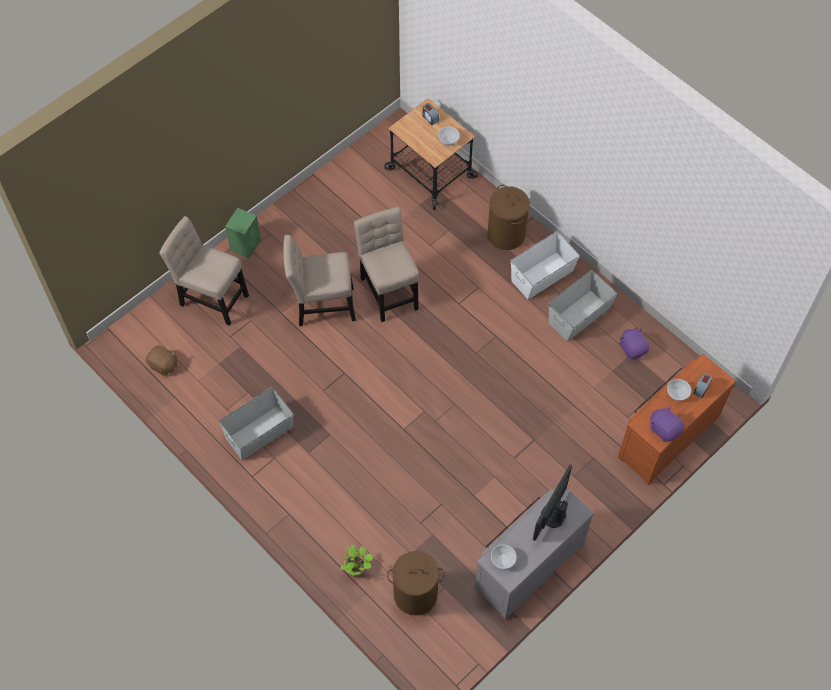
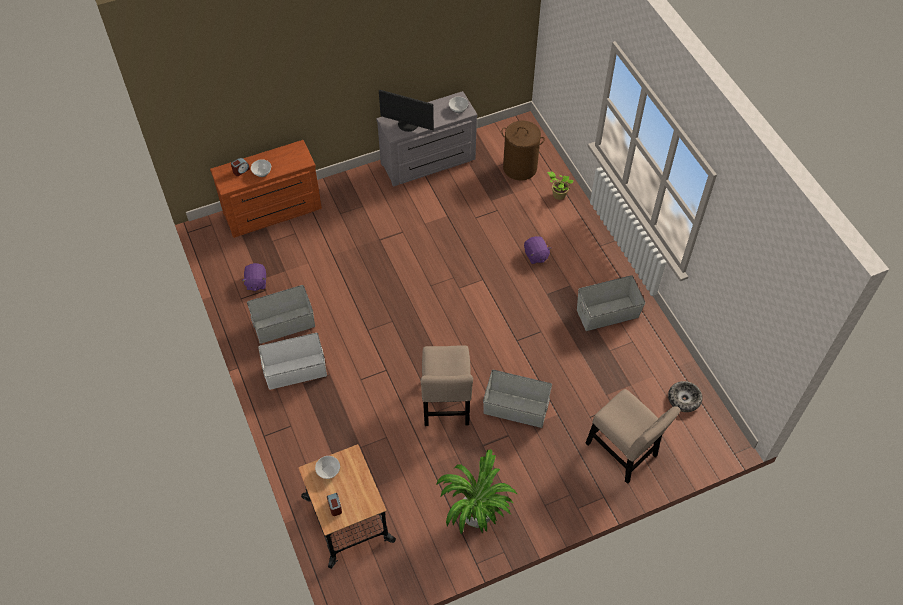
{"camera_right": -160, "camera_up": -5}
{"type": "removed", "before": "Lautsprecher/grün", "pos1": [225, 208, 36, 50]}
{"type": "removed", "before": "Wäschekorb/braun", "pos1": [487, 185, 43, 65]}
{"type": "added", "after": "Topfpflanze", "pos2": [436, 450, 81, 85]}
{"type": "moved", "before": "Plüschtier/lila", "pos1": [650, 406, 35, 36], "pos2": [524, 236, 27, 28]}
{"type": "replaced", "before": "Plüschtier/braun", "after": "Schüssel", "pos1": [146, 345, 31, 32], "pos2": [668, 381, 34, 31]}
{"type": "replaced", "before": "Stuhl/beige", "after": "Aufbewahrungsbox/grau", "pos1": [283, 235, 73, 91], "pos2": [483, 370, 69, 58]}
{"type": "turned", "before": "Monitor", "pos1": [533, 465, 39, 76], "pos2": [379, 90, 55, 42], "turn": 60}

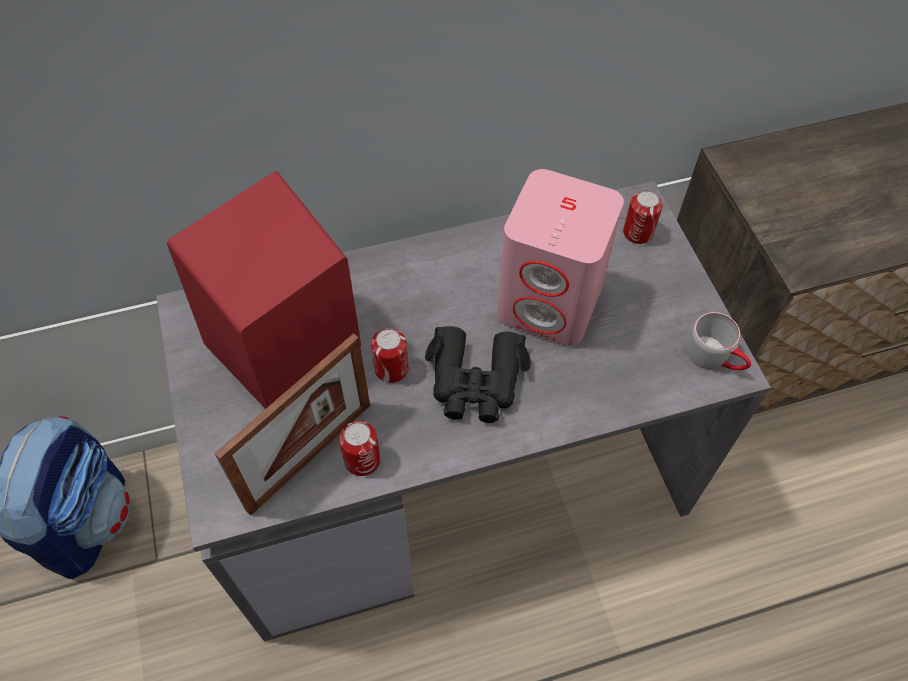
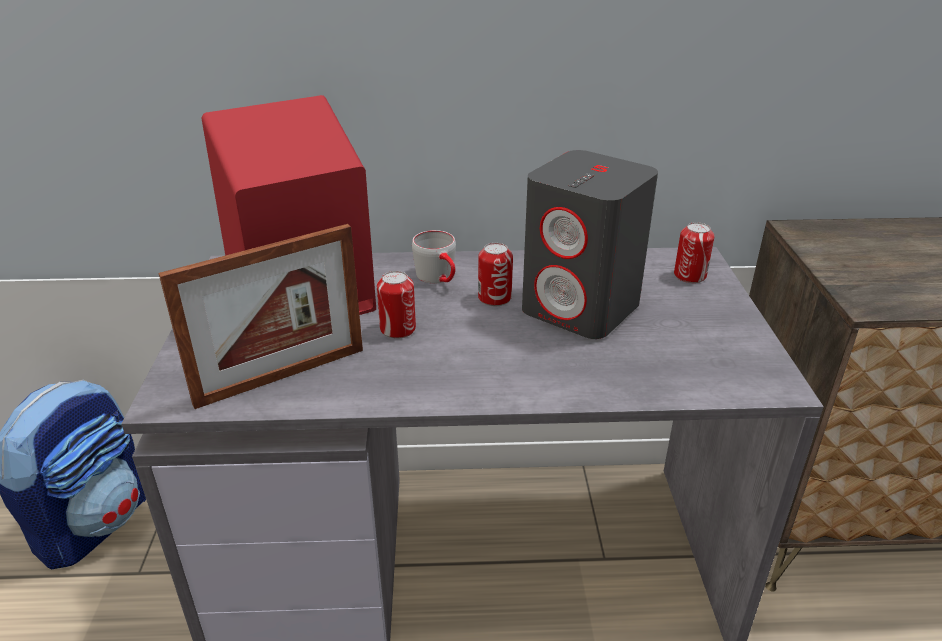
{"camera_right": 15, "camera_up": -25}
{"type": "removed", "before": "Fernglas/schwarz", "pos1": [425, 326, 106, 97]}
{"type": "moved", "before": "Dose", "pos1": [339, 421, 42, 55], "pos2": [478, 243, 35, 63]}
{"type": "moved", "before": "Henkelbecher/grau", "pos1": [688, 312, 63, 58], "pos2": [412, 230, 44, 54]}
{"type": "recoloured", "before": "Lautsprecher/rosa", "after": "Lautsprecher/grau", "pos1": [497, 169, 127, 177], "pos2": [522, 150, 136, 189]}

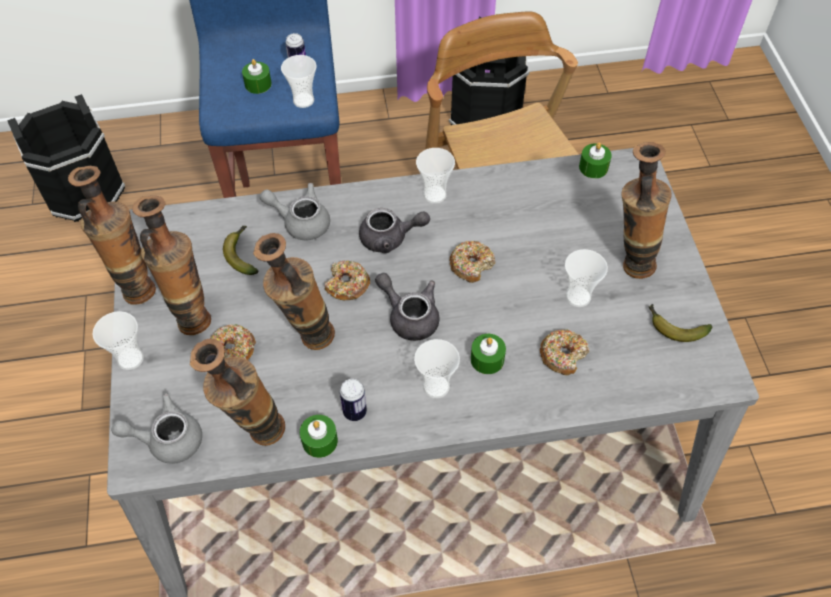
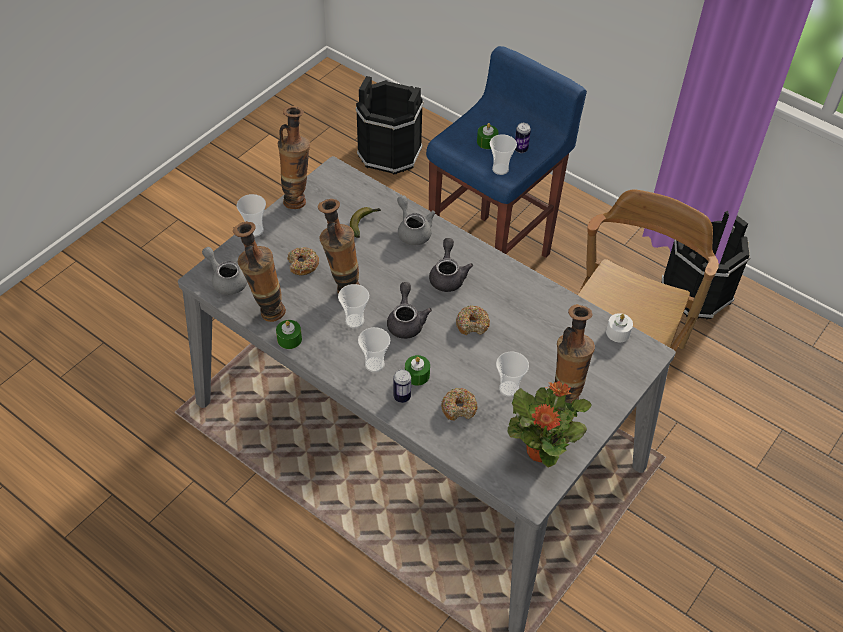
{"camera_right": 45, "camera_up": -5}
{"type": "removed", "before": "Vase", "pos1": [132, 195, 79, 140]}
{"type": "removed", "before": "Donut", "pos1": [325, 260, 45, 40]}
{"type": "moved", "before": "Dose", "pos1": [340, 379, 27, 42], "pos2": [393, 369, 18, 34]}
{"type": "moved", "before": "Tasse", "pos1": [416, 148, 39, 56], "pos2": [338, 284, 31, 44]}
{"type": "replaced", "before": "Banane", "after": "Topfpflanze", "pos1": [648, 304, 65, 38], "pos2": [508, 381, 84, 87]}
{"type": "recoloured", "before": "Kerze/grün", "after": "Kerze/weiß", "pos1": [579, 142, 33, 36], "pos2": [606, 313, 27, 29]}
{"type": "turned", "before": "Teekanne/grau", "pos1": [359, 208, 71, 45], "pos2": [429, 238, 44, 54], "turn": -135}

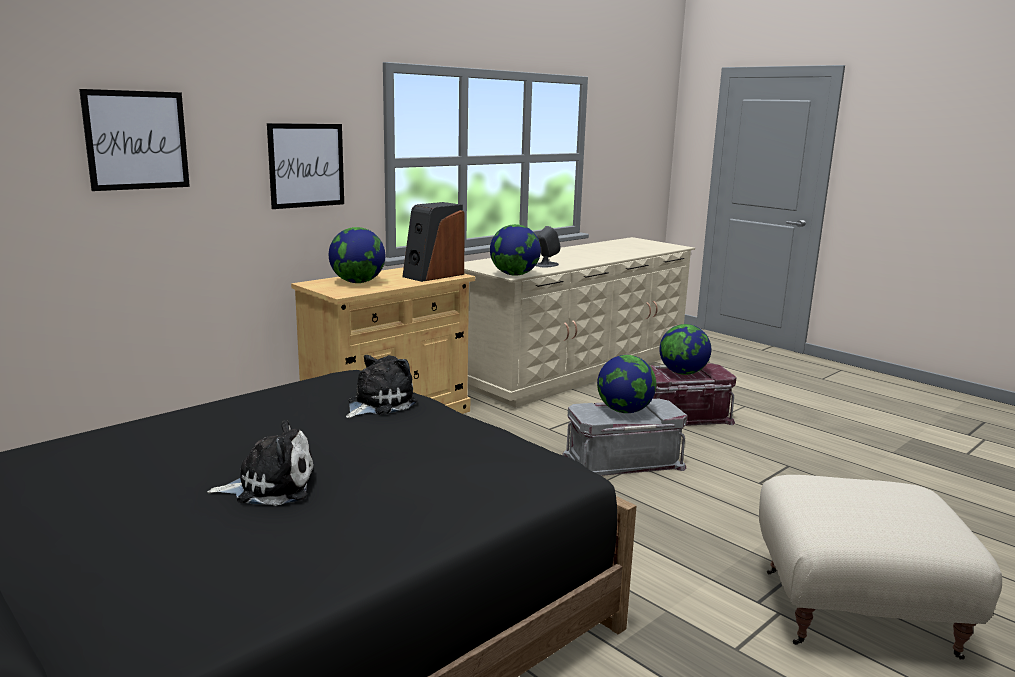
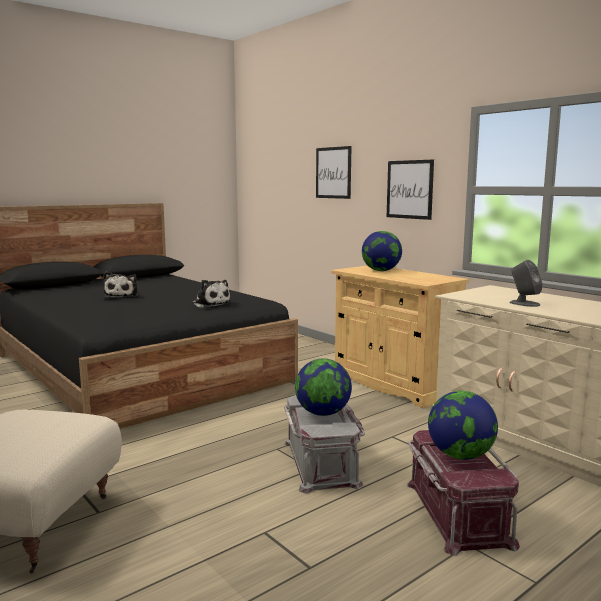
{"camera_right": 95, "camera_up": -5}
{"type": "removed", "before": "Lautsprecher", "pos1": [402, 202, 63, 80]}
{"type": "removed", "before": "Globus", "pos1": [490, 224, 51, 52]}

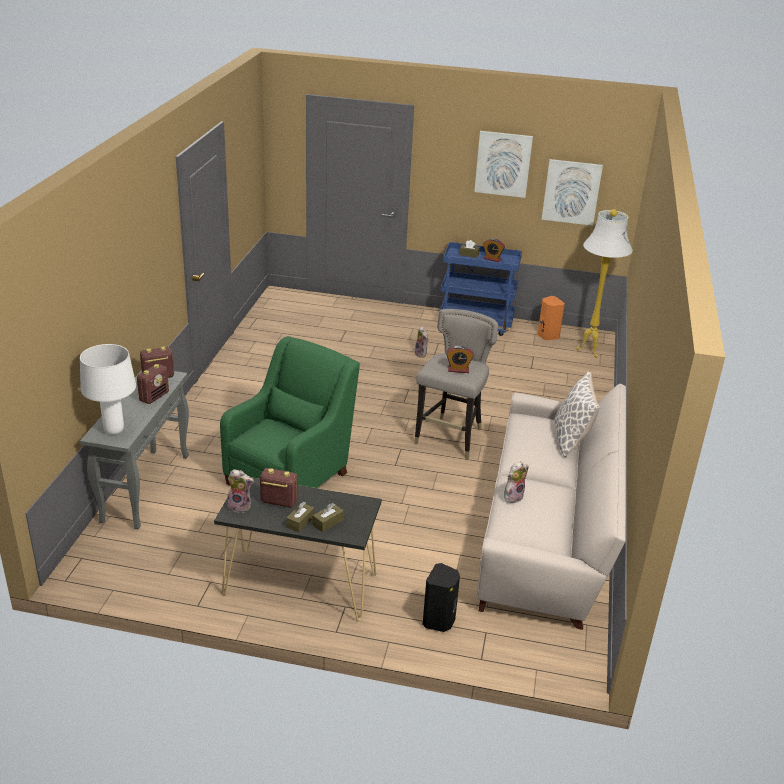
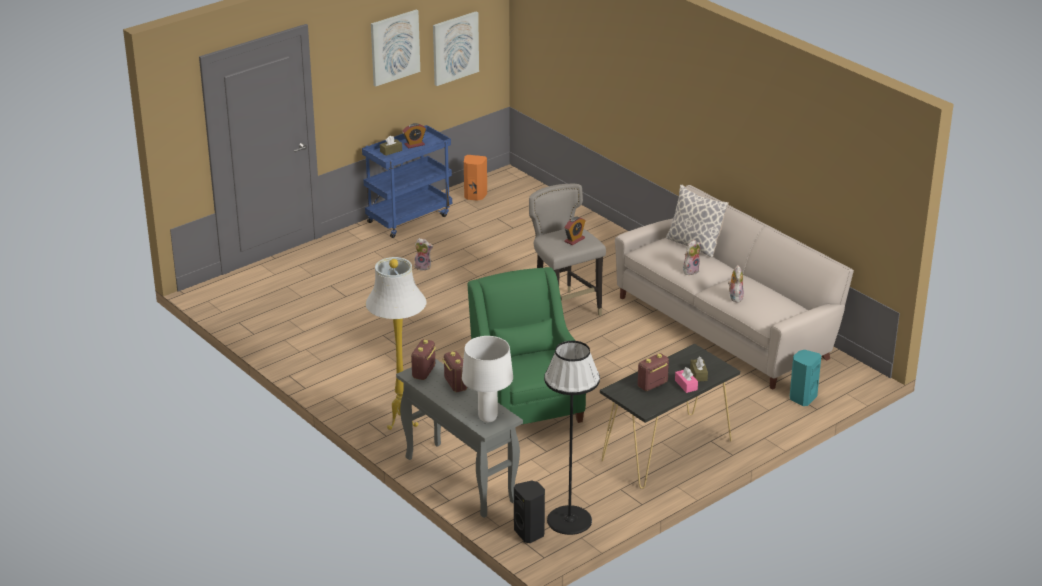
{"camera_right": -50, "camera_up": 0}
{"type": "added", "after": "Stehlampe/schwarz", "pos2": [544, 341, 56, 194]}
{"type": "added", "after": "Lautsprecher/türkis", "pos2": [790, 350, 31, 56]}
{"type": "moved", "before": "Plüschtier", "pos1": [226, 469, 28, 44], "pos2": [683, 240, 18, 35]}
{"type": "moved", "before": "Lautsprecher/schwarz", "pos1": [423, 563, 37, 69], "pos2": [514, 480, 31, 63]}
{"type": "moved", "before": "Stehlampe/weiß", "pos1": [576, 209, 57, 149], "pos2": [366, 257, 61, 173]}
{"type": "recoloured", "before": "Taschentuchbox/braun", "after": "Taschentuchbox/rosa", "pos1": [286, 502, 28, 30], "pos2": [675, 367, 23, 26]}

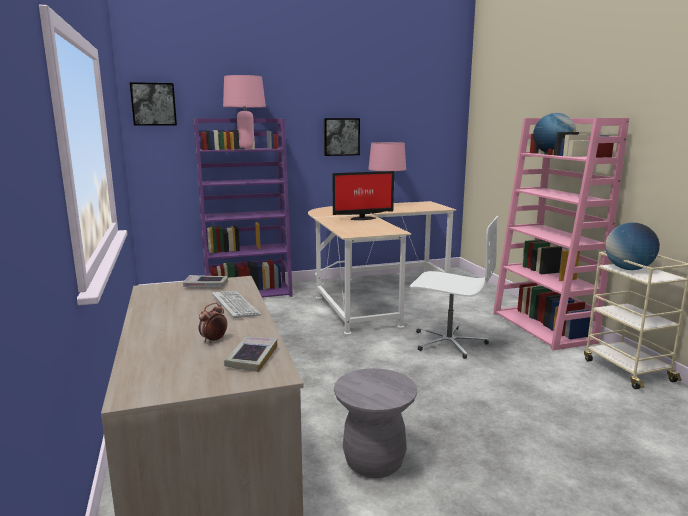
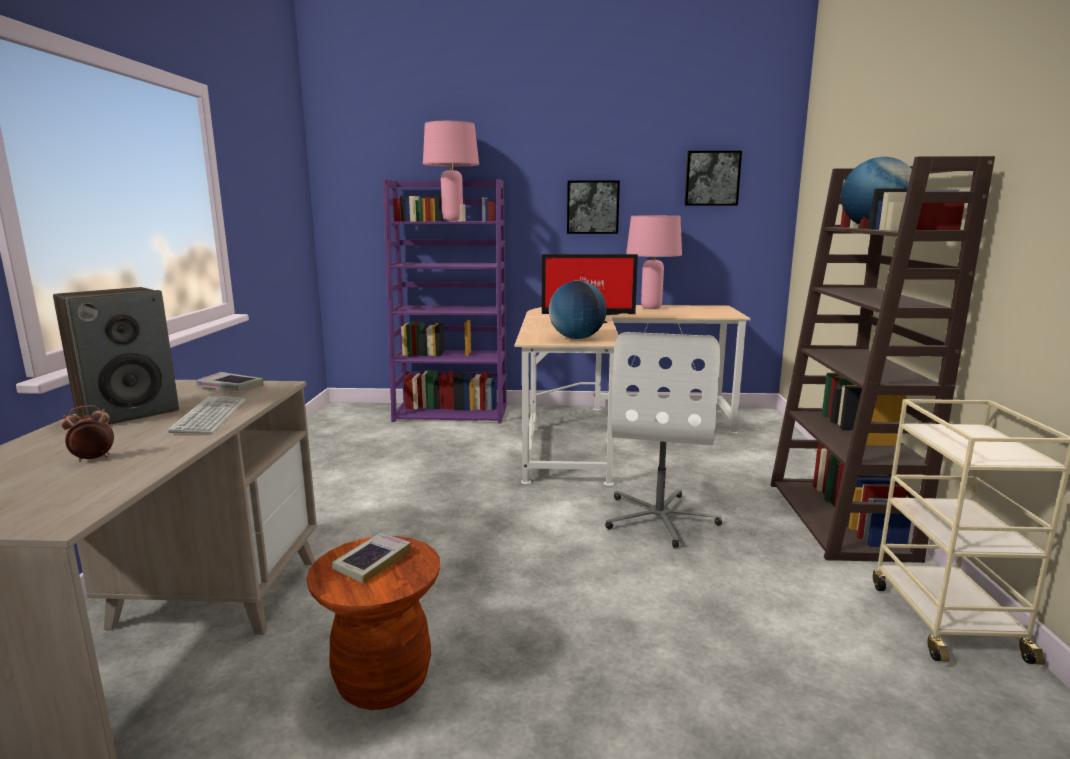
{"camera_right": 20, "camera_up": 0}
{"type": "added", "after": "Lautsprecher", "pos2": [53, 287, 126, 138]}
{"type": "moved", "before": "Bild", "pos1": [130, 82, 47, 44], "pos2": [684, 151, 58, 55]}
{"type": "moved", "before": "Buch", "pos1": [224, 337, 53, 35], "pos2": [332, 533, 79, 51]}
{"type": "moved", "before": "Globus", "pos1": [605, 222, 55, 48], "pos2": [549, 281, 58, 58]}
{"type": "recoloured", "before": "Hocker/grau", "after": "Hocker/braun", "pos1": [334, 368, 83, 111], "pos2": [306, 536, 134, 174]}
{"type": "recoloured", "before": "Bücherregal/rosa", "after": "Bücherregal/braun", "pos1": [493, 118, 136, 232], "pos2": [771, 156, 224, 407]}
{"type": "turned", "before": "Bürostuhl/weiß", "pos1": [410, 216, 88, 143], "pos2": [605, 332, 117, 216], "turn": 60}

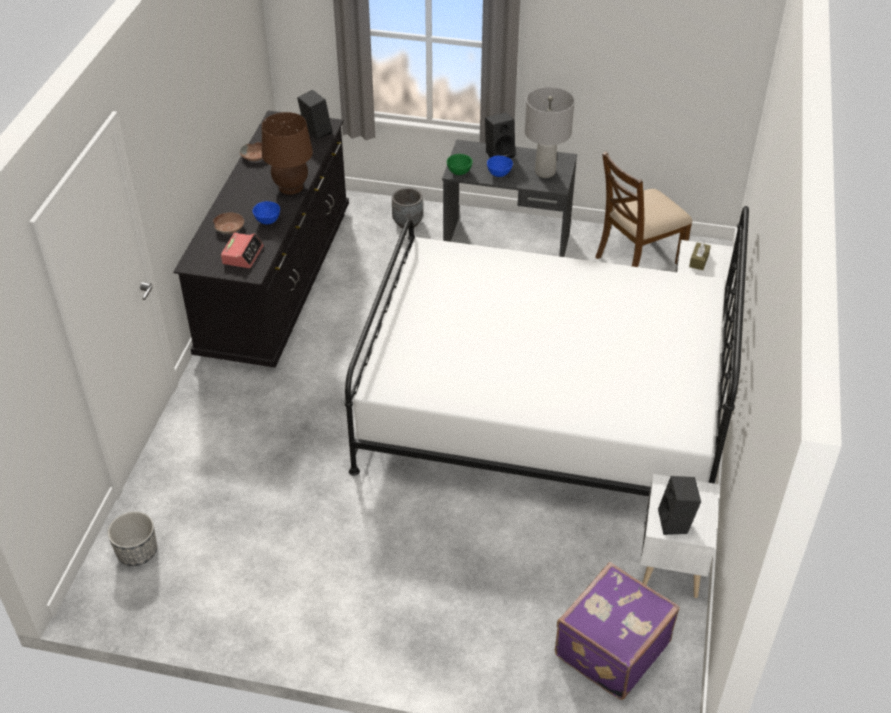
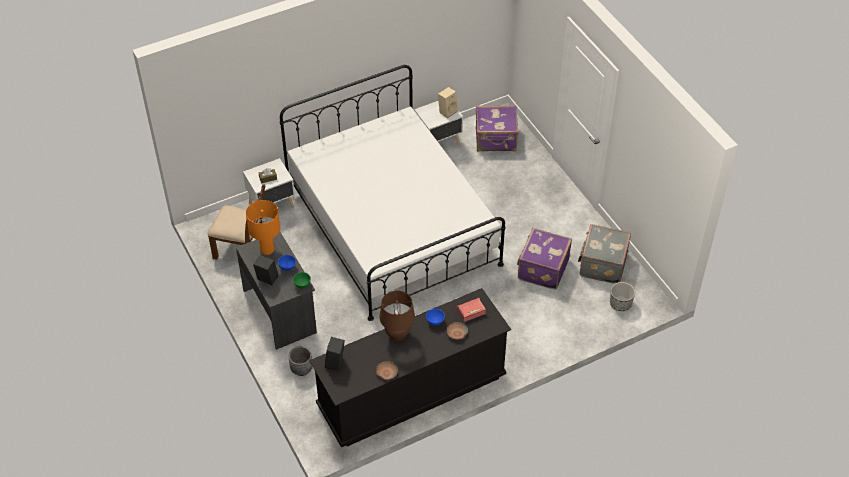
{"camera_right": -130, "camera_up": 5}
{"type": "added", "after": "Koffer/lila", "pos2": [517, 228, 55, 62]}
{"type": "added", "after": "Koffer/grau", "pos2": [578, 224, 53, 60]}
{"type": "recoloured", "before": "Tischlampe/grau", "after": "Tischlampe/orange", "pos1": [525, 87, 49, 91], "pos2": [246, 200, 34, 55]}
{"type": "recoloured", "before": "Lautsprecher/schwarz", "after": "Lautsprecher/beige", "pos1": [658, 476, 43, 59], "pos2": [438, 87, 20, 31]}

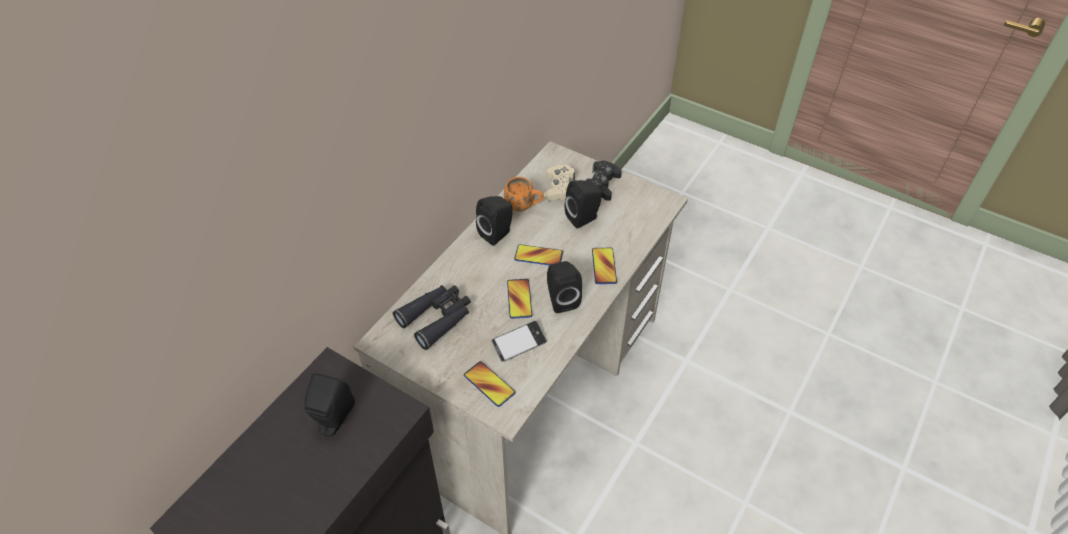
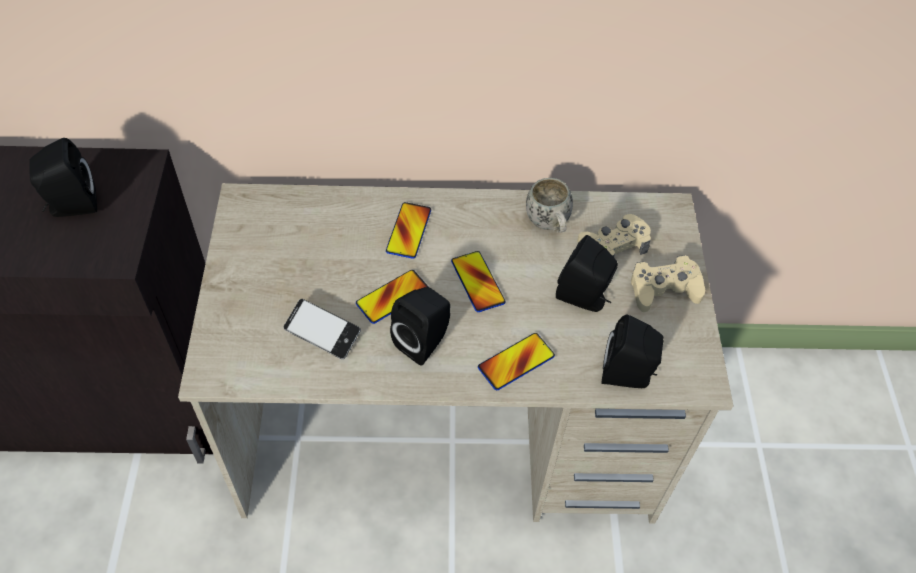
{"camera_right": 55, "camera_up": 5}
{"type": "removed", "before": "Fernglas/schwarz", "pos1": [393, 285, 78, 65]}
{"type": "moved", "before": "Handy", "pos1": [464, 361, 51, 46], "pos2": [386, 202, 45, 57]}
{"type": "moved", "before": "Lautsprecher/schwarz", "pos1": [476, 196, 36, 50], "pos2": [601, 315, 62, 73]}
{"type": "recoloured", "before": "Henkelbecher/orange", "after": "Henkelbecher/weiß", "pos1": [504, 177, 40, 35], "pos2": [526, 178, 47, 55]}
{"type": "recoloured", "before": "Gamepad/schwarz", "after": "Gamepad/beige", "pos1": [585, 161, 37, 40], "pos2": [631, 255, 74, 57]}

